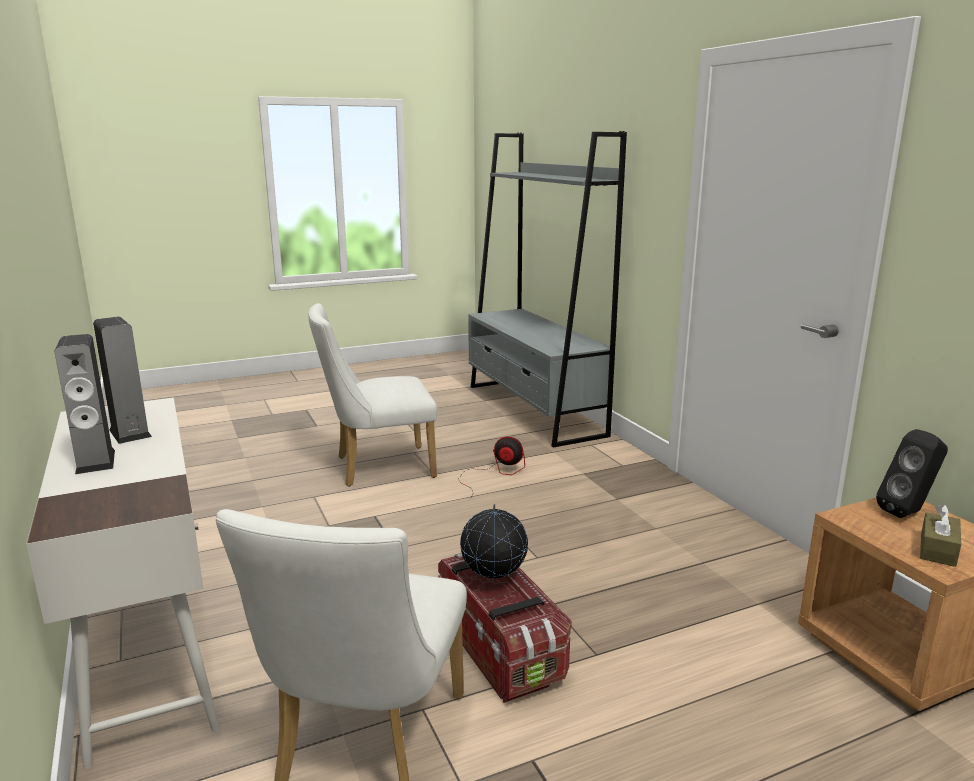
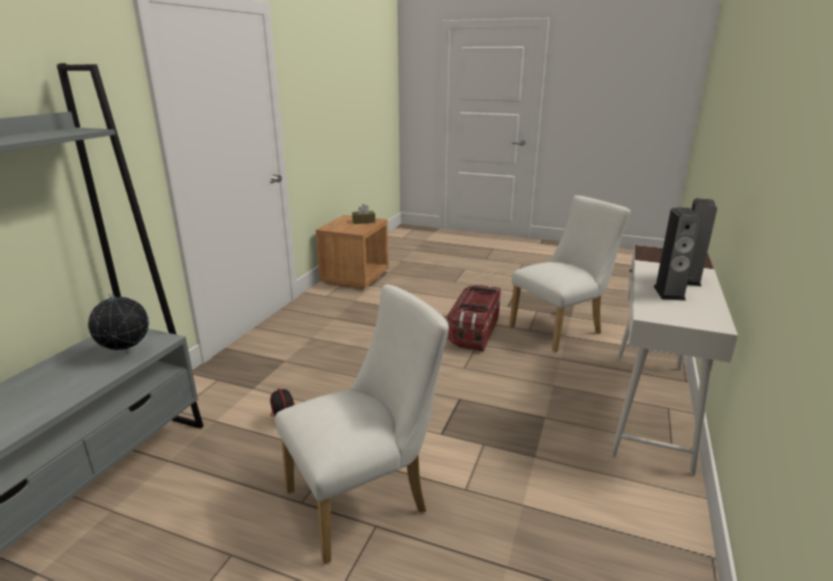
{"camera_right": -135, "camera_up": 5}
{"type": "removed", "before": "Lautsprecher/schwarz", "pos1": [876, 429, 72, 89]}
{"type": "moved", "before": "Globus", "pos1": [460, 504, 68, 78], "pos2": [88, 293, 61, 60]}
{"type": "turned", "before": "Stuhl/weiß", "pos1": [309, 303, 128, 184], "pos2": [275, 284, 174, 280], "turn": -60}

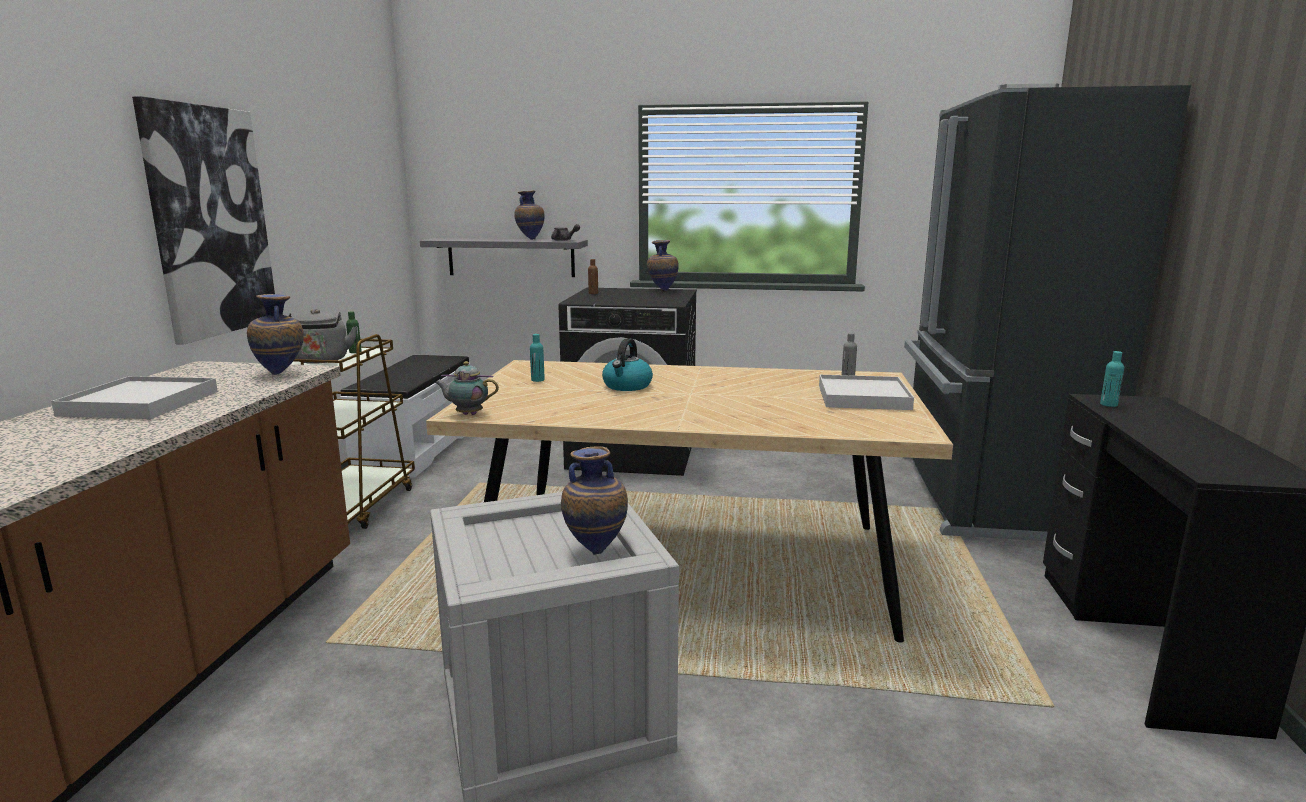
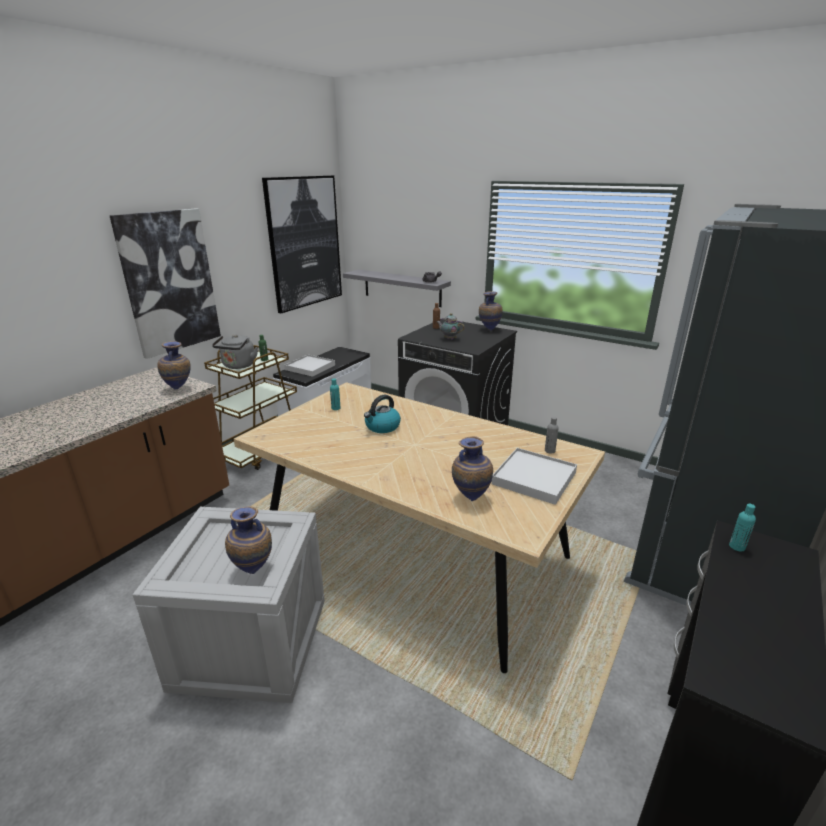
{"camera_right": 25, "camera_up": 10}
{"type": "added", "after": "Bild", "pos2": [262, 175, 80, 138]}
{"type": "moved", "before": "Tablett/weiß", "pos1": [51, 376, 167, 43], "pos2": [284, 355, 51, 22]}
{"type": "moved", "before": "Teekanne", "pos1": [434, 361, 65, 54], "pos2": [436, 313, 29, 27]}
{"type": "moved", "before": "Vase", "pos1": [514, 190, 31, 50], "pos2": [452, 436, 41, 65]}

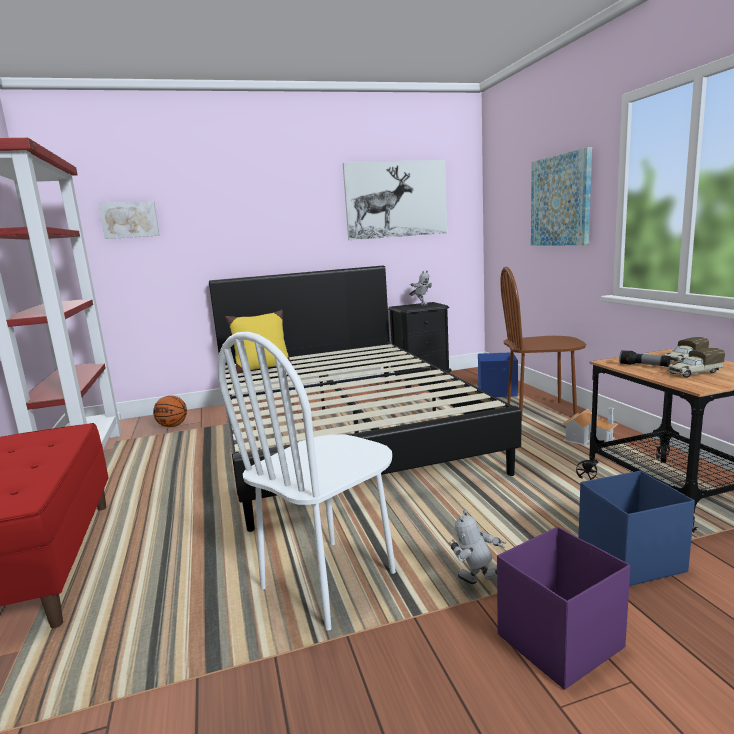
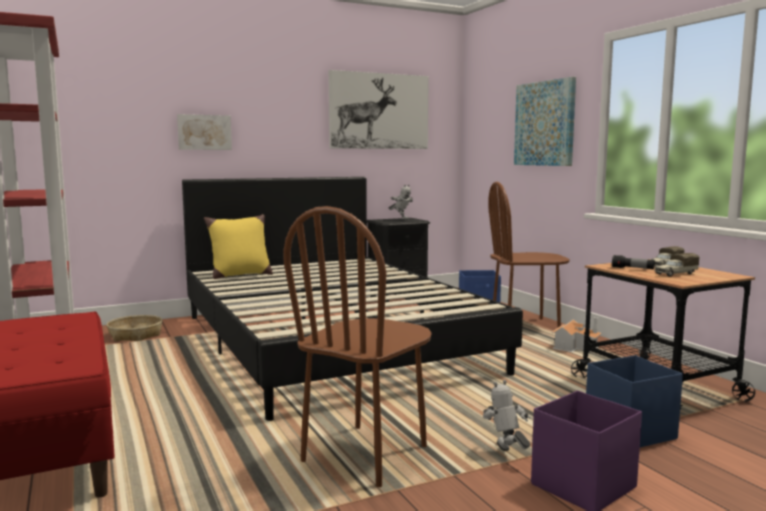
{"camera_right": -10, "camera_up": -5}
{"type": "moved", "before": "Bild", "pos1": [98, 201, 62, 38], "pos2": [177, 114, 55, 36]}
{"type": "replaced", "before": "Basketball", "after": "Korb", "pos1": [153, 395, 34, 32], "pos2": [107, 315, 56, 26]}
{"type": "recoloured", "before": "Stuhl/weiß", "after": "Stuhl/braun", "pos1": [217, 332, 179, 299], "pos2": [283, 206, 149, 281]}
{"type": "turned", "before": "Spielzeugroboter", "pos1": [449, 510, 57, 74], "pos2": [483, 380, 48, 71], "turn": 45}

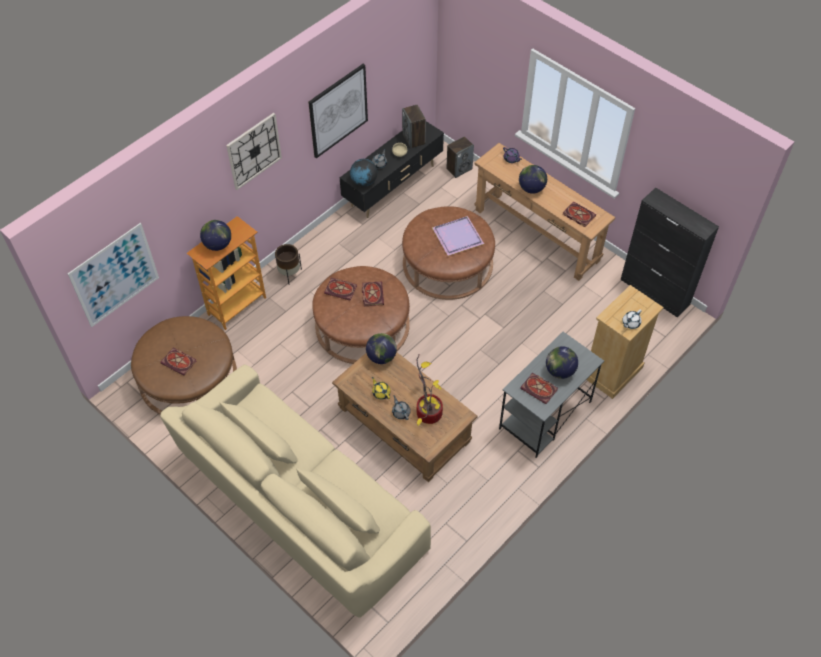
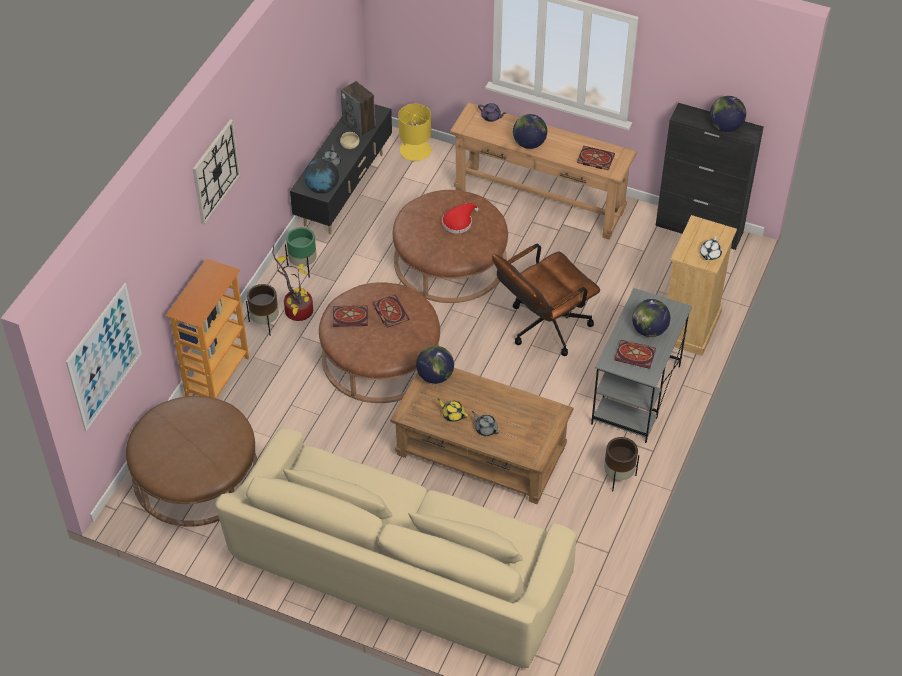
{"camera_right": -20, "camera_up": -5}
{"type": "removed", "before": "Buch", "pos1": [160, 348, 36, 28]}
{"type": "removed", "before": "Bild", "pos1": [308, 64, 60, 94]}
{"type": "added", "after": "Pflanzkübel/grün", "pos2": [285, 227, 32, 51]}
{"type": "added", "after": "Bürostuhl/braun", "pos2": [492, 244, 108, 112]}
{"type": "added", "after": "Pflanzkübel/braun", "pos2": [604, 437, 35, 54]}
{"type": "moved", "before": "Globus", "pos1": [200, 220, 31, 31], "pos2": [710, 96, 36, 36]}
{"type": "moved", "before": "Topfpflanze", "pos1": [417, 354, 26, 72], "pos2": [272, 245, 41, 76]}
{"type": "replaced", "before": "Tablett/lila", "after": "Hut/rot", "pos1": [432, 216, 52, 40], "pos2": [442, 203, 37, 31]}
{"type": "replaced", "before": "Lautsprecher", "after": "Tischlampe/gelb", "pos1": [447, 136, 27, 42], "pos2": [398, 104, 34, 57]}

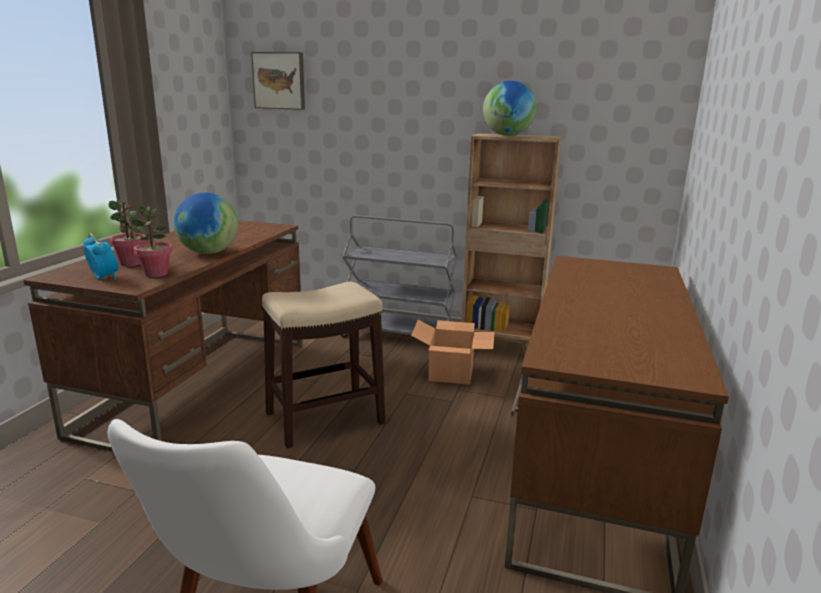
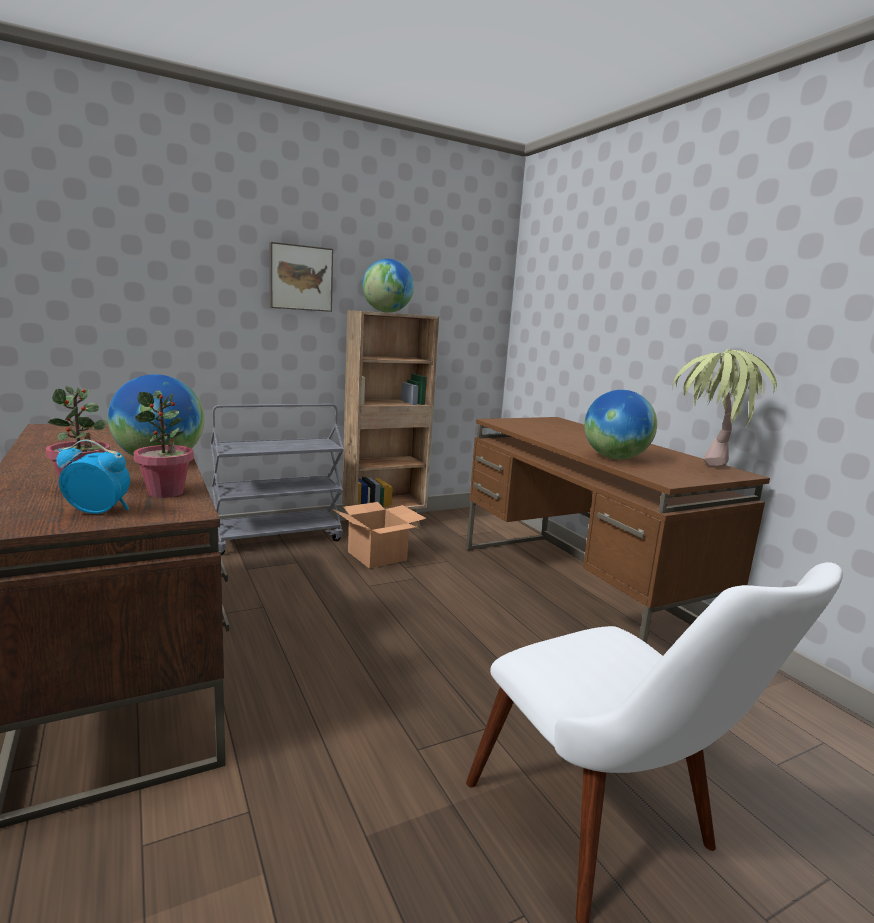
{"camera_right": -45, "camera_up": -5}
{"type": "removed", "before": "Hocker", "pos1": [261, 282, 124, 167]}
{"type": "added", "after": "Globus", "pos2": [584, 390, 73, 69]}
{"type": "added", "after": "Topfpflanze", "pos2": [672, 349, 105, 117]}
{"type": "moved", "before": "Bild", "pos1": [251, 52, 54, 58], "pos2": [269, 242, 64, 70]}

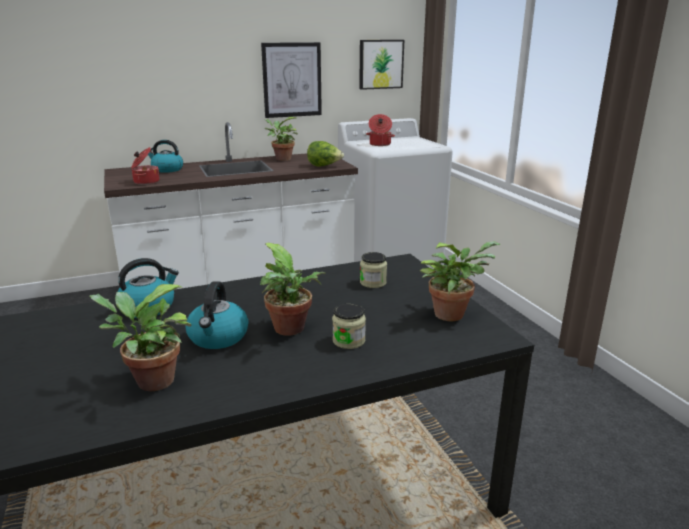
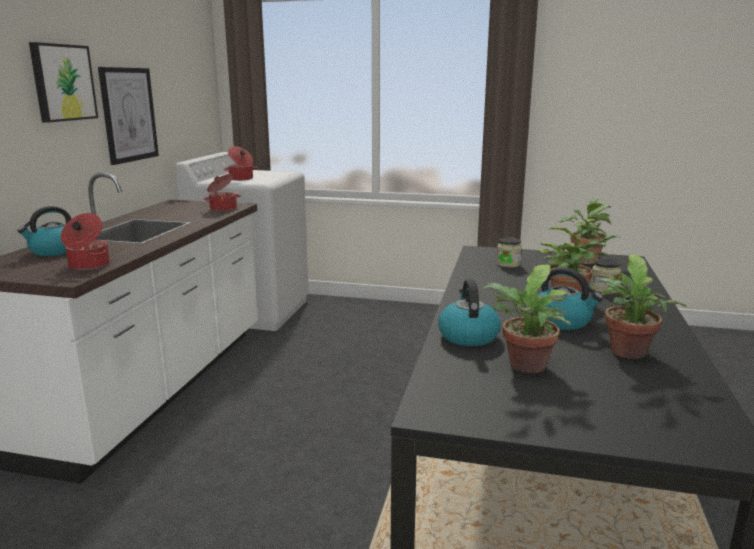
{"camera_right": -55, "camera_up": -5}
{"type": "moved", "before": "Topfpflanze", "pos1": [265, 117, 33, 44], "pos2": [482, 265, 89, 108]}
{"type": "moved", "before": "Bild", "pos1": [359, 40, 45, 50], "pos2": [29, 42, 69, 81]}
{"type": "replaced", "before": "Salatkopf", "after": "Kochtopf", "pos1": [307, 141, 37, 26], "pos2": [204, 174, 37, 37]}

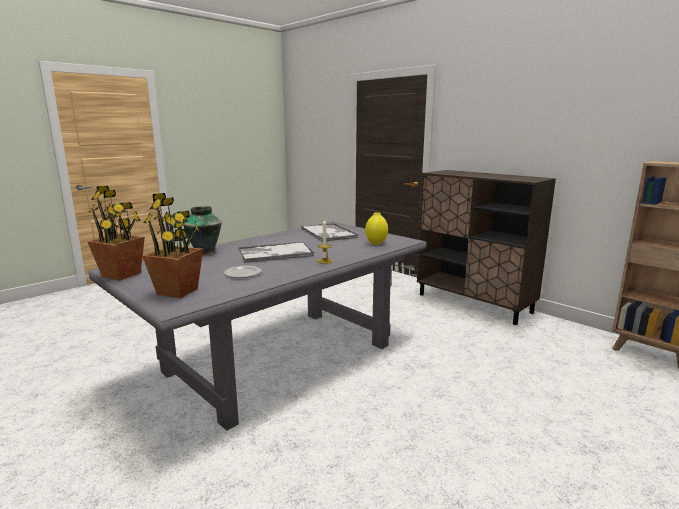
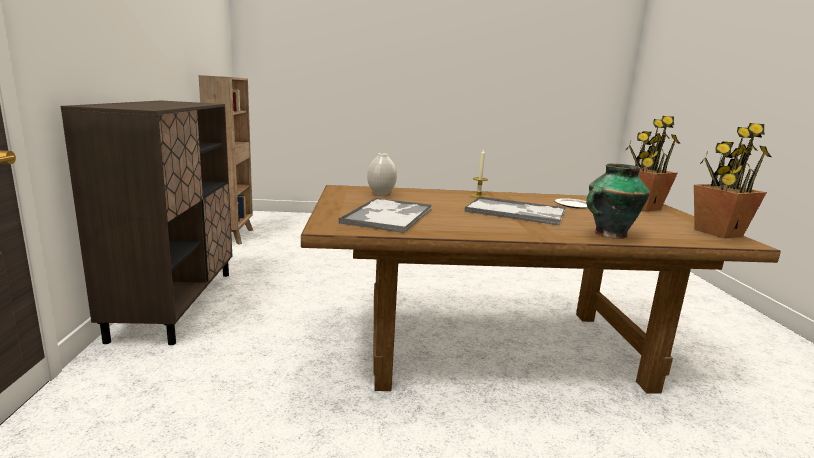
{"camera_right": -140, "camera_up": 0}
{"type": "recoloured", "before": "Esstisch/grau", "after": "Esstisch/braun", "pos1": [88, 222, 339, 209], "pos2": [301, 185, 480, 209]}
{"type": "recoloured", "before": "Vase/gelb", "after": "Vase/weiß", "pos1": [365, 213, 23, 32], "pos2": [367, 153, 30, 42]}

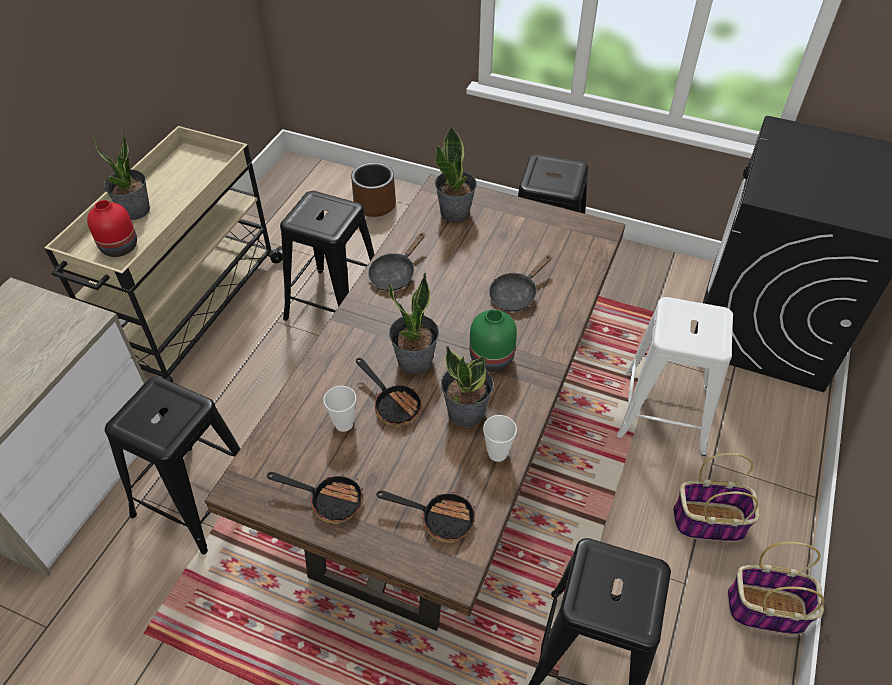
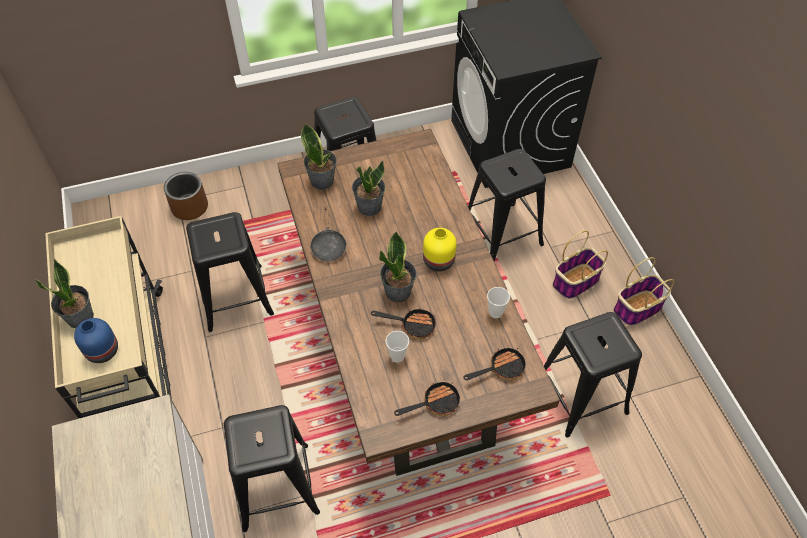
{"camera_right": -40, "camera_up": 5}
{"type": "removed", "before": "Pfanne/schwarz", "pos1": [489, 255, 63, 56]}
{"type": "moved", "before": "Topfpflanze", "pos1": [441, 346, 53, 81], "pos2": [352, 160, 33, 56]}
{"type": "recoloured", "before": "Vase/rot", "after": "Vase/blau", "pos1": [87, 200, 50, 57], "pos2": [74, 318, 44, 45]}
{"type": "recoloured", "before": "Vase/grün", "after": "Vase/gelb", "pos1": [470, 309, 47, 63], "pos2": [423, 228, 34, 43]}
{"type": "recoloured", "before": "Hocker/weiß", "after": "Hocker/schwarz", "pos1": [617, 297, 116, 159], "pos2": [468, 149, 78, 113]}

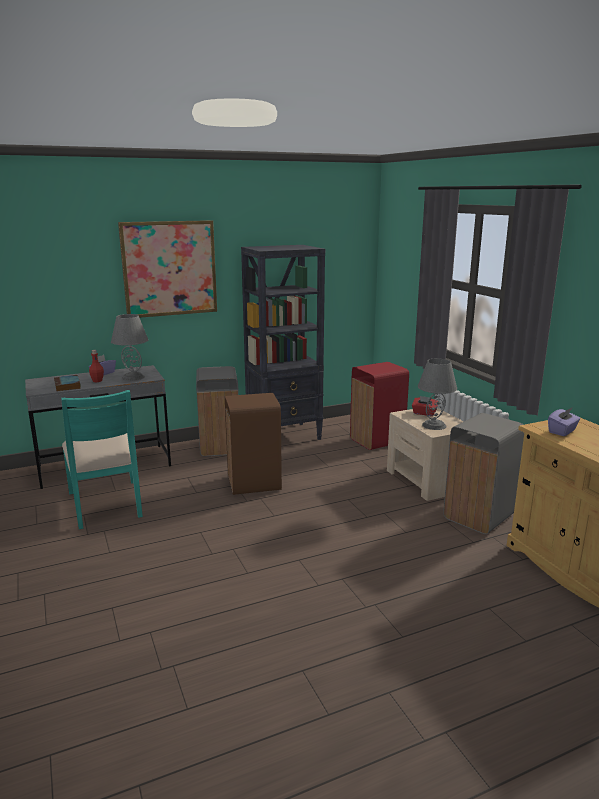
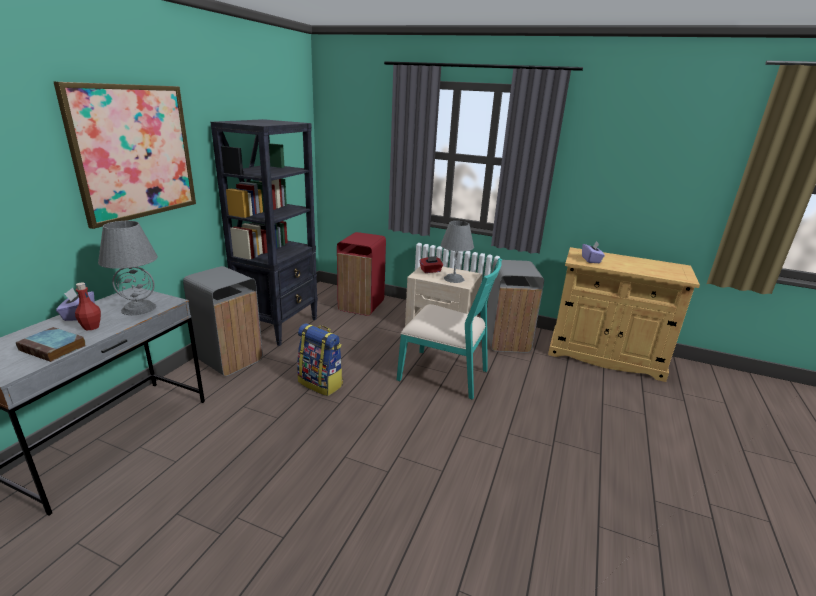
{"camera_right": -45, "camera_up": 5}
{"type": "moved", "before": "Stuhl/türkis", "pos1": [61, 390, 82, 139], "pos2": [396, 258, 106, 142]}
{"type": "replaced", "before": "Mülleimer/braun", "after": "Rucksack", "pos1": [225, 393, 57, 102], "pos2": [297, 323, 46, 73]}

